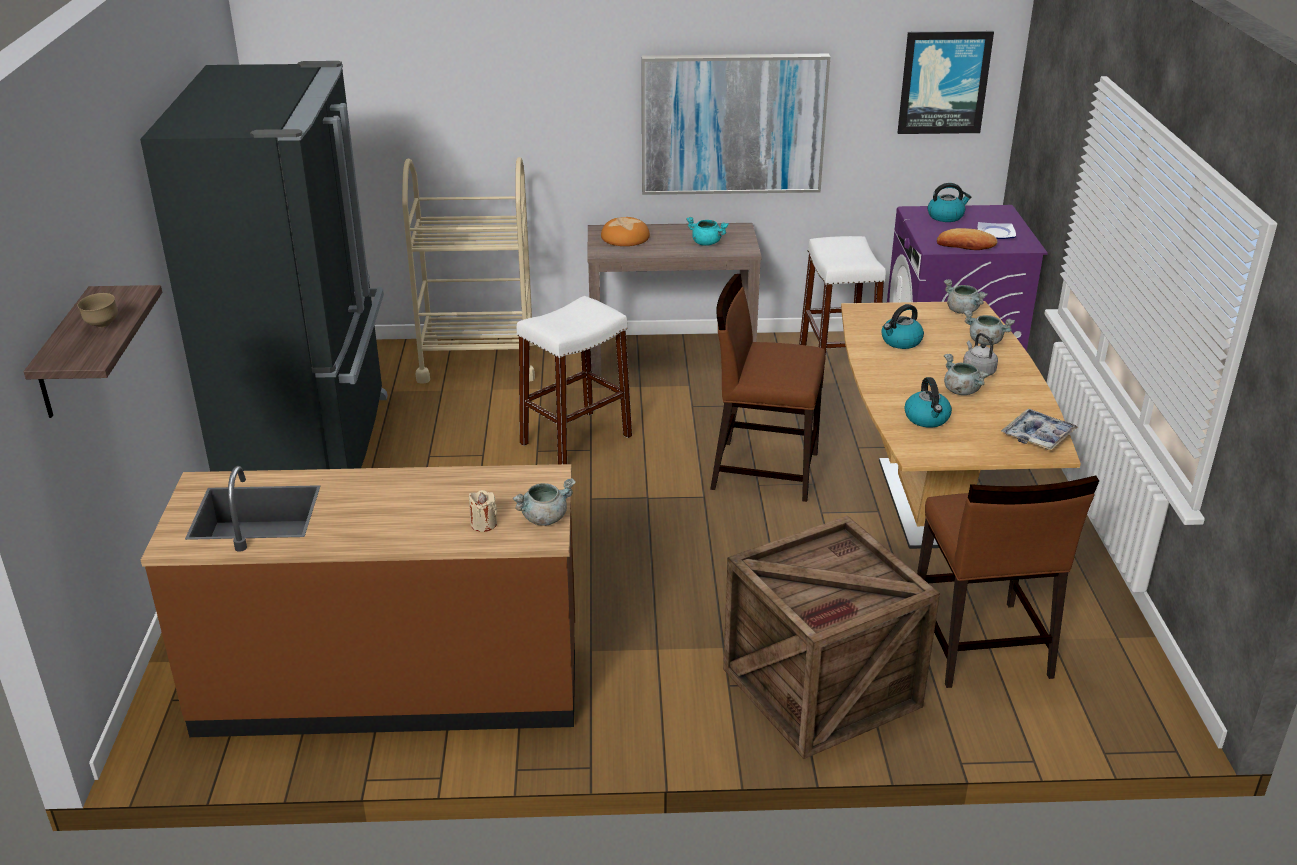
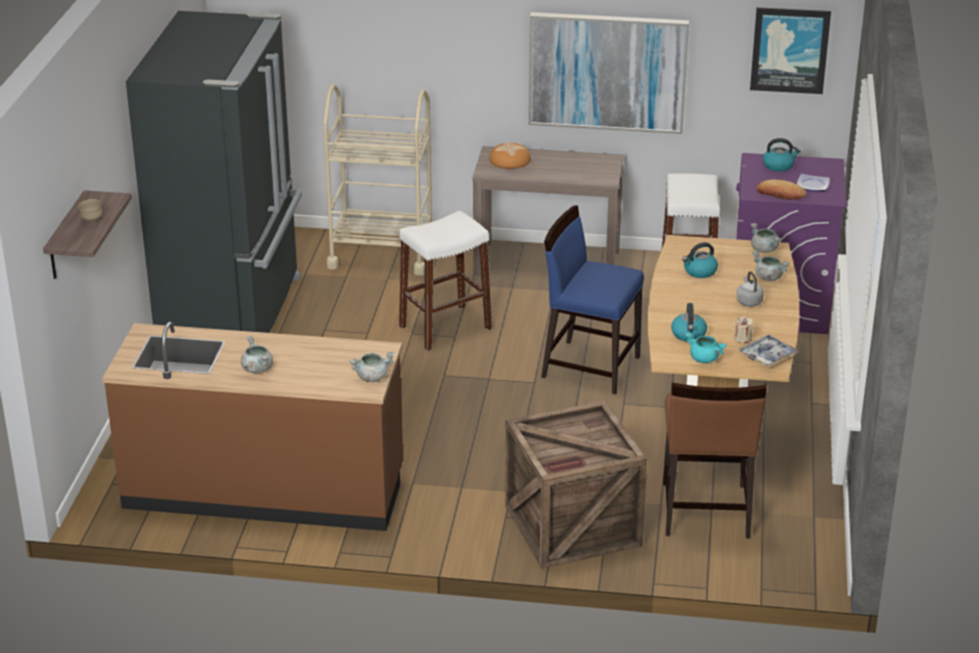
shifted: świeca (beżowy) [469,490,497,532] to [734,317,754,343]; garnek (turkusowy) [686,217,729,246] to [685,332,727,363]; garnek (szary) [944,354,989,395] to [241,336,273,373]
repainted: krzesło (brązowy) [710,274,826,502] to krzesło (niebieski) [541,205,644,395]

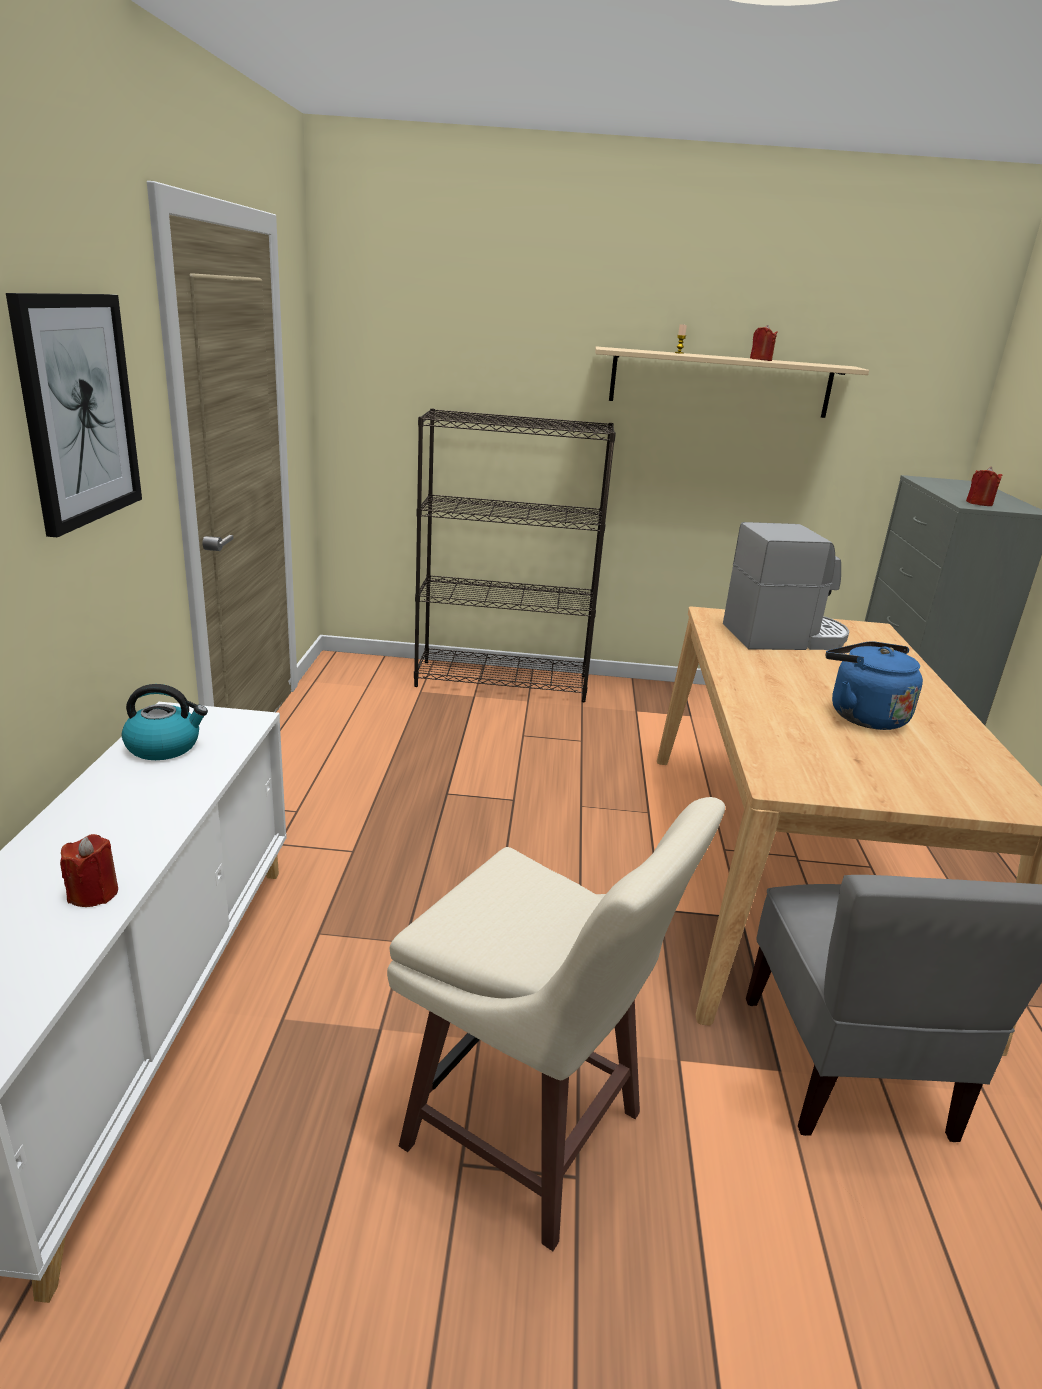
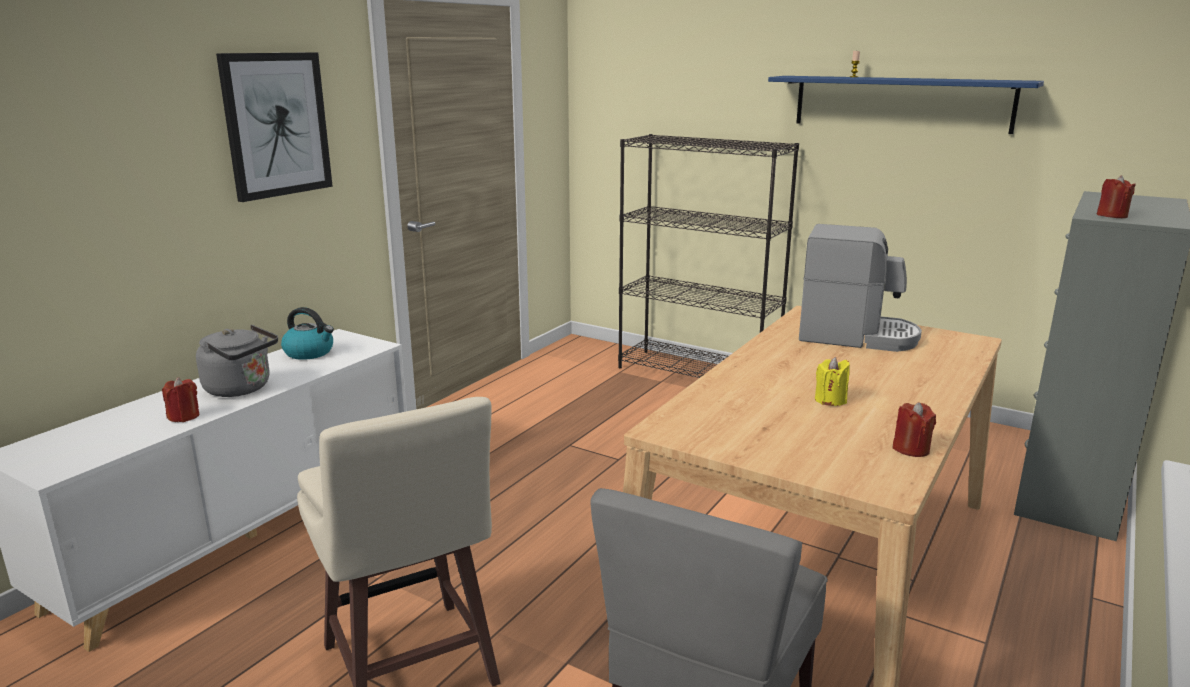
new: czajnik (szary) [196,325,278,397]
shifted: świeca (czerwony) [750,325,778,361] to [892,402,936,457]
swapped: czajnik (niebieski) [826,641,923,730] to świeca (żółty) [815,357,850,406]
repainted: półka (beżowy) [595,346,869,418] to półka (niebieski) [768,76,1044,134]

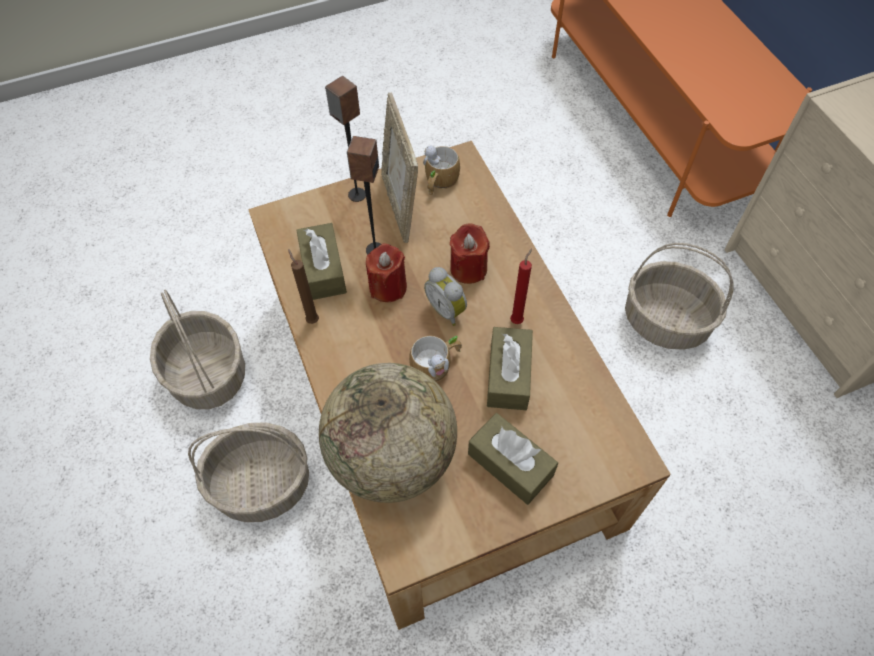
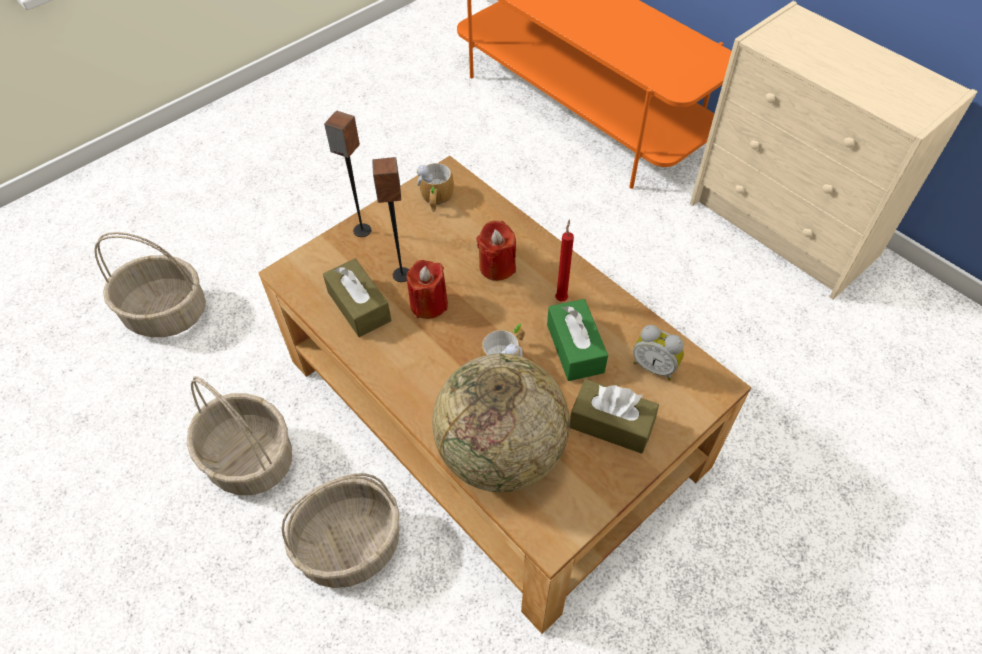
gone: świeca (brązowy) [288,249,319,324]; ramka na zdjęcie [381,93,418,243]
shifted: budzik [424,267,467,326] to [633,325,684,380]; koszyk [625,243,734,350] to [94,232,206,337]
repainted: pudełko chusteczek (brązowy) [487,327,533,410] to pudełko chusteczek (zielony) [547,299,608,381]

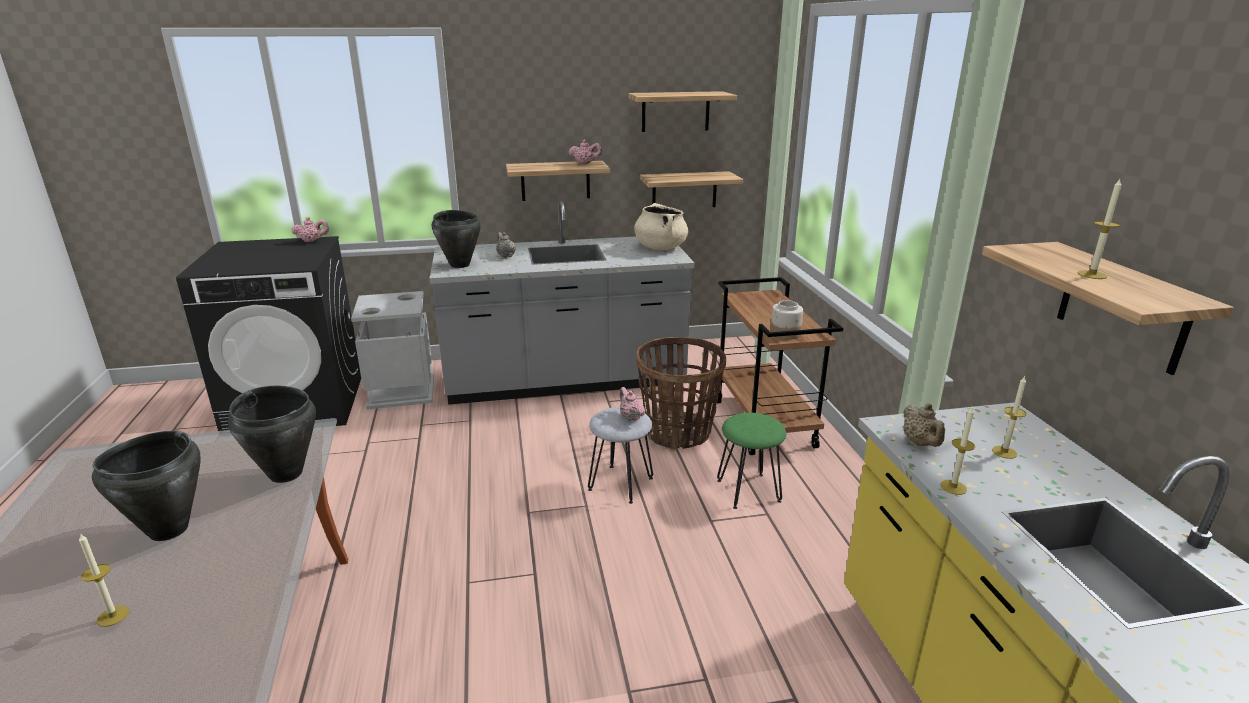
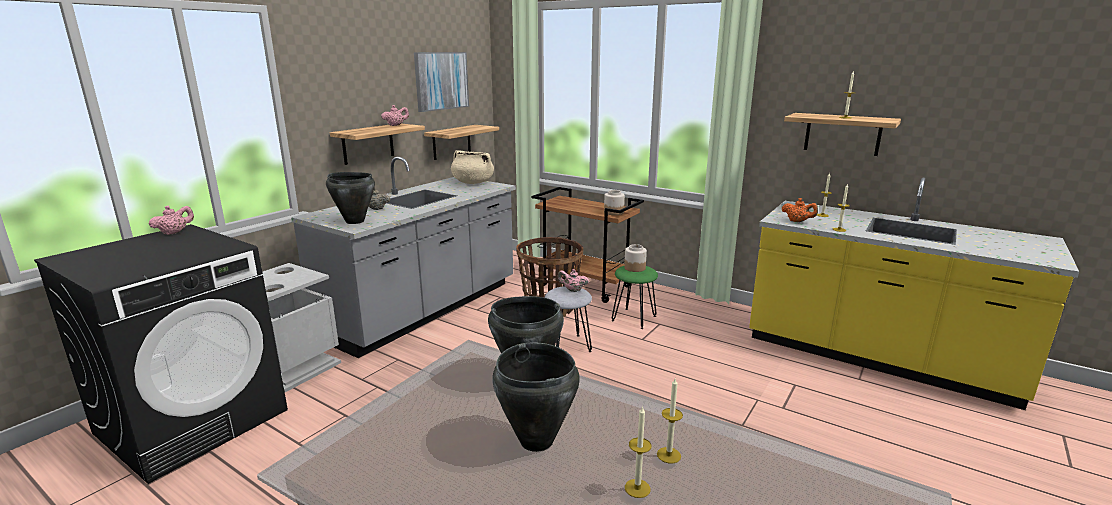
new: słoik [624,244,647,272]; świeca [657,378,683,463]
swapped: półka [628,91,737,132] to obraz [414,52,469,112]
repainted: imbryk (beżowy) [903,403,945,447] to imbryk (pomarańczowy) [782,198,818,222]

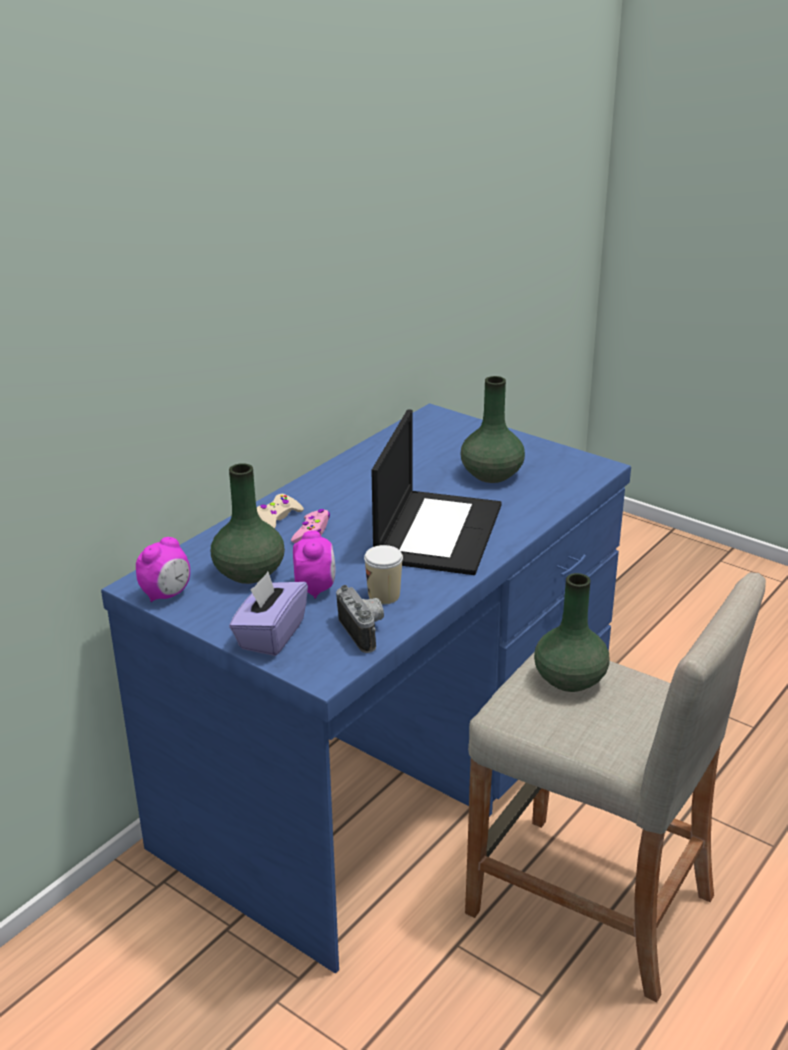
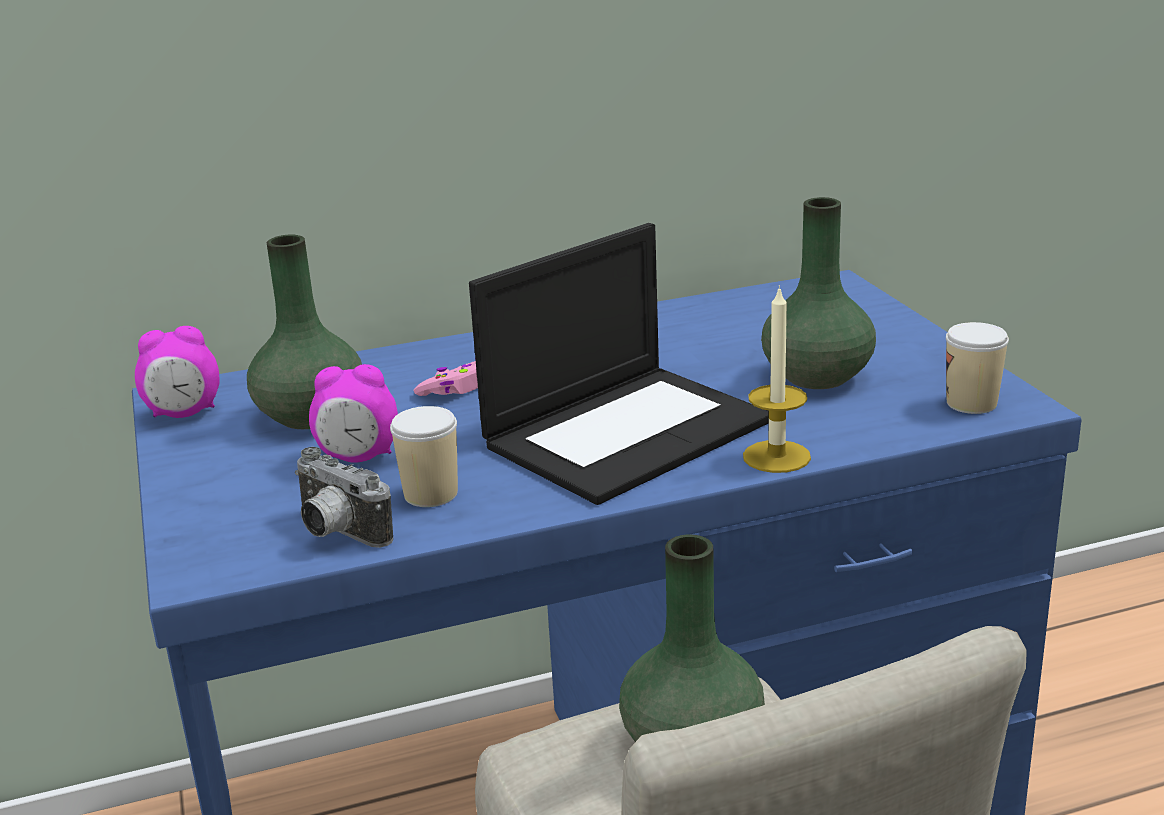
gone: pudełko chusteczek (fioletowy) [229,572,308,656]; pad do gier (beżowy) [257,494,304,529]
new: świeca [743,285,811,473]; filiżanka [946,322,1009,414]
rotated: budzik [293,531,335,599] = [309,364,398,463] 60 degrees clockwise; aparat fotograficzny [336,585,384,653] = [295,447,393,548] 120 degrees clockwise

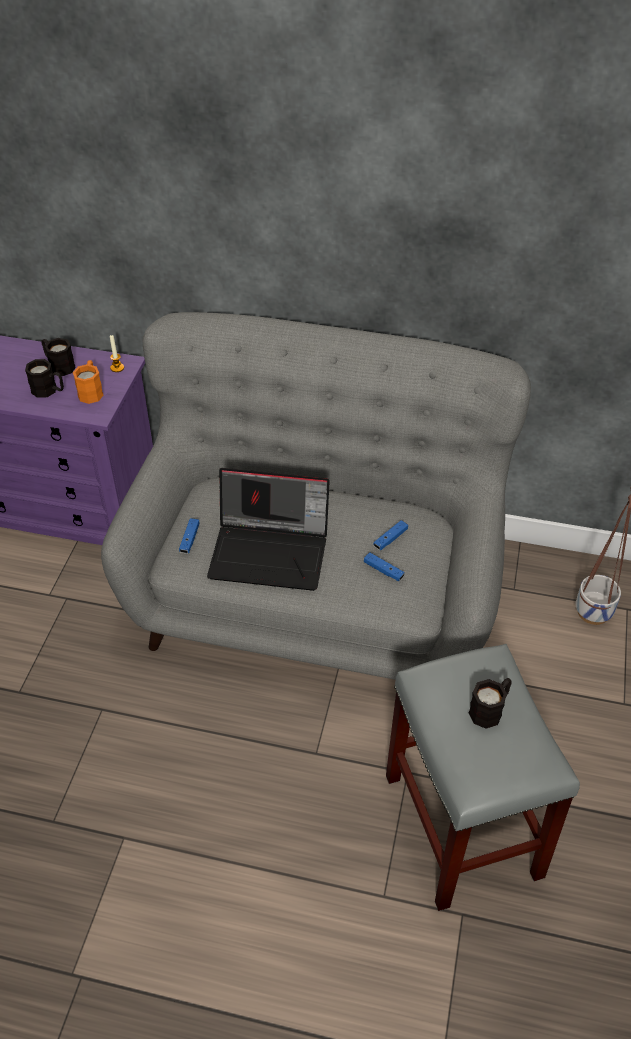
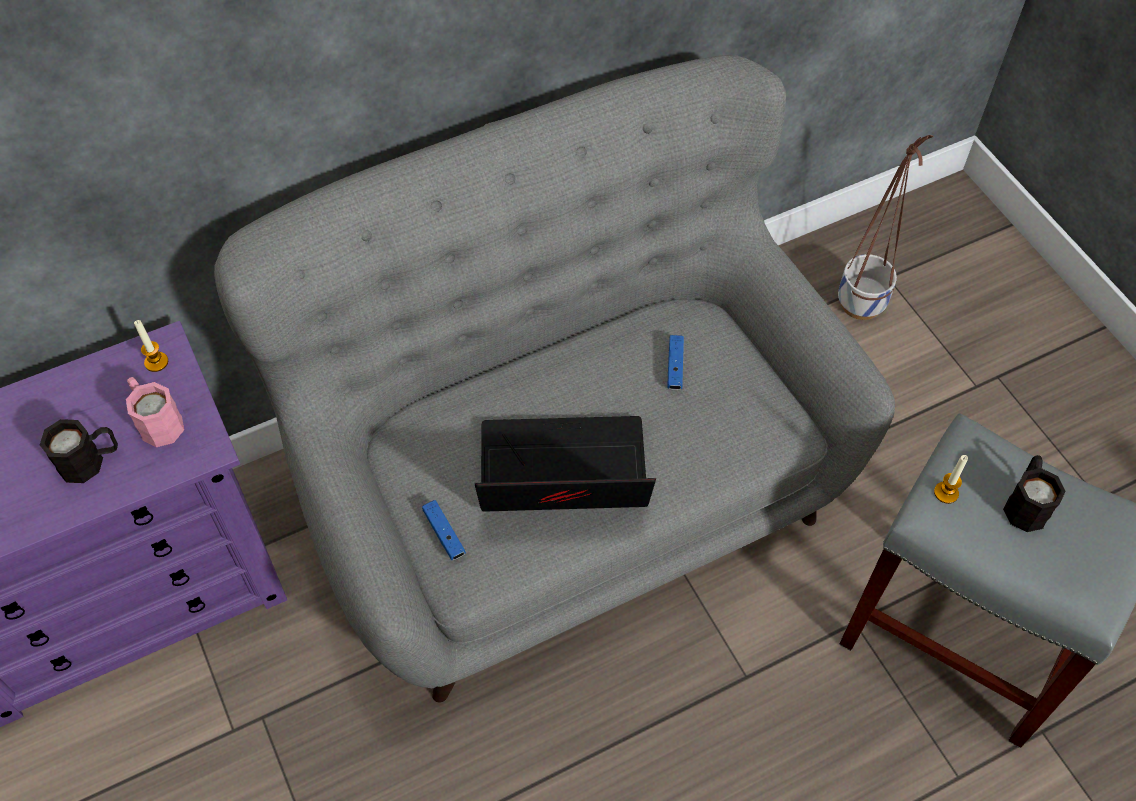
gone: kubek (czarny) [42,338,76,376]; pad do gier (niebieski) [364,552,404,581]
new: świeca [934,455,968,504]
repainted: kubek (pomarańczowy) [73,360,104,404] to kubek (różowy) [126,377,184,447]
rotated: laptop [207,468,330,591] = [475,416,656,512] 150 degrees counterclockwise

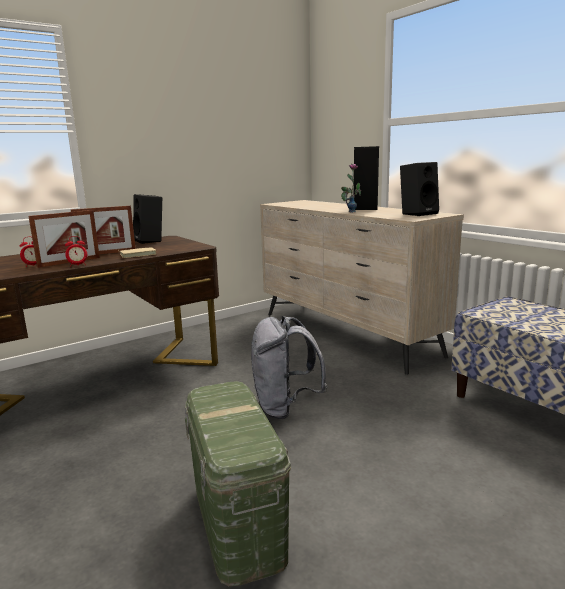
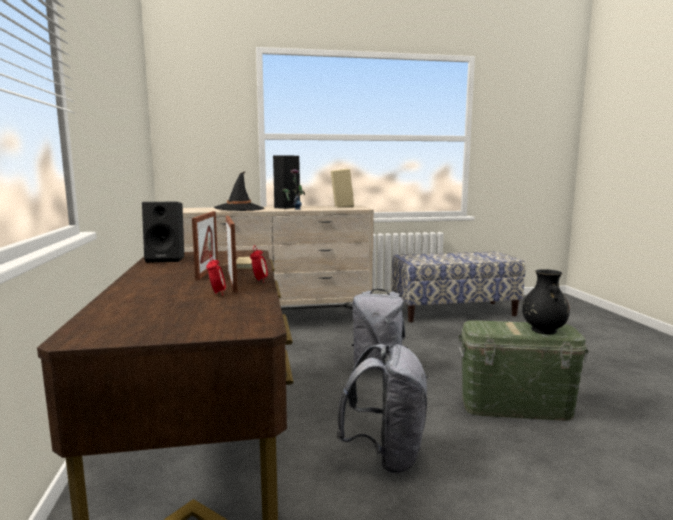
new: kapelusz (czarny) [214,171,265,211]; plecak (szary) [336,344,428,474]; wazon (czarny) [522,269,570,334]
repainted: głośnik (czarny) [400,162,439,216] to głośnik (beżowy) [331,169,354,208]

